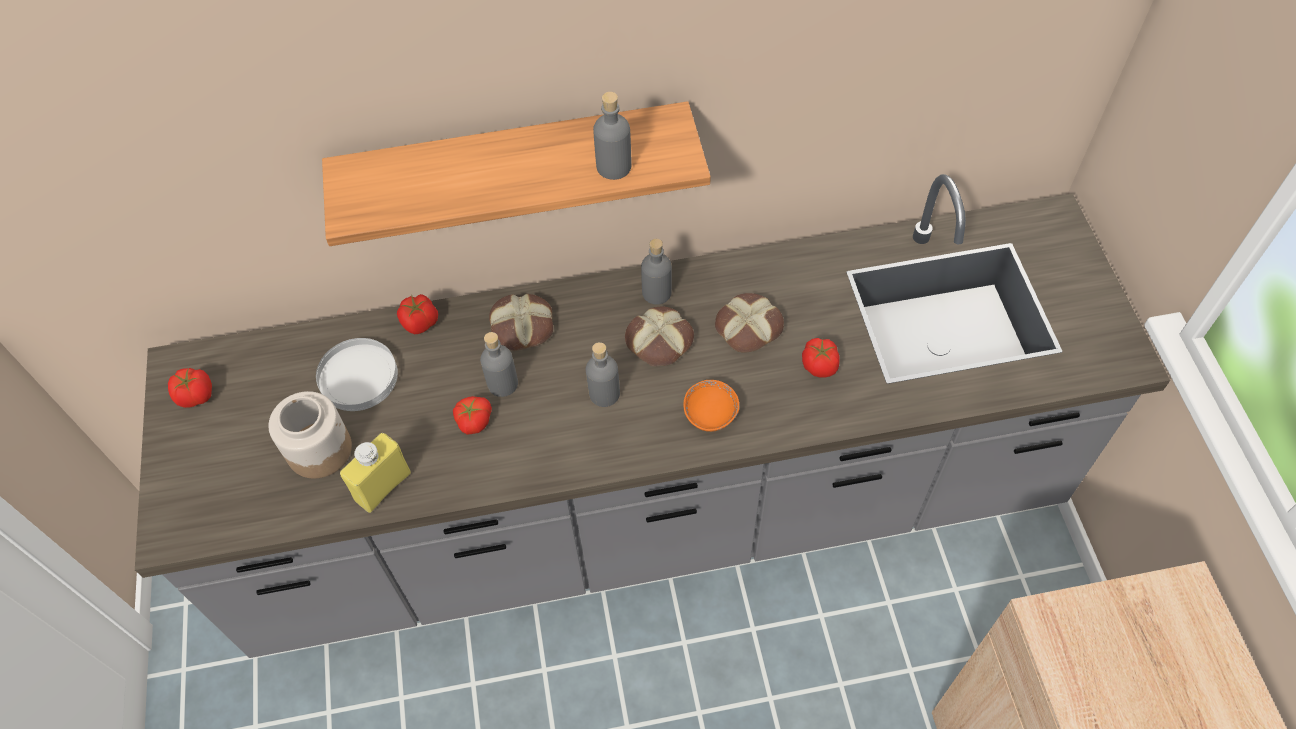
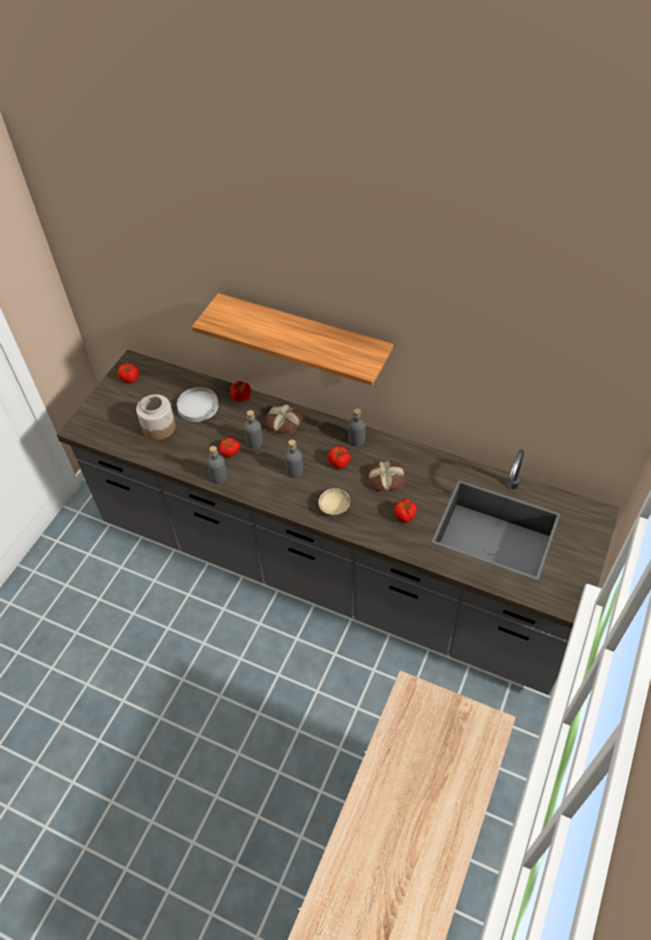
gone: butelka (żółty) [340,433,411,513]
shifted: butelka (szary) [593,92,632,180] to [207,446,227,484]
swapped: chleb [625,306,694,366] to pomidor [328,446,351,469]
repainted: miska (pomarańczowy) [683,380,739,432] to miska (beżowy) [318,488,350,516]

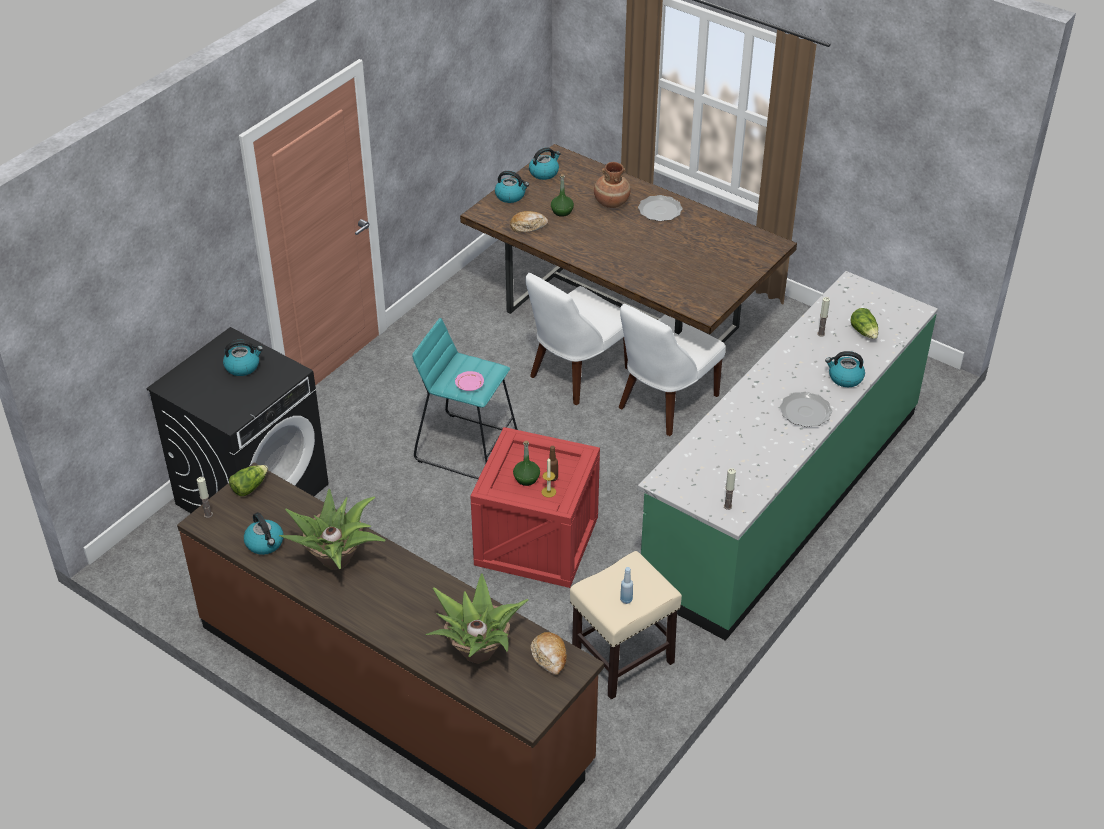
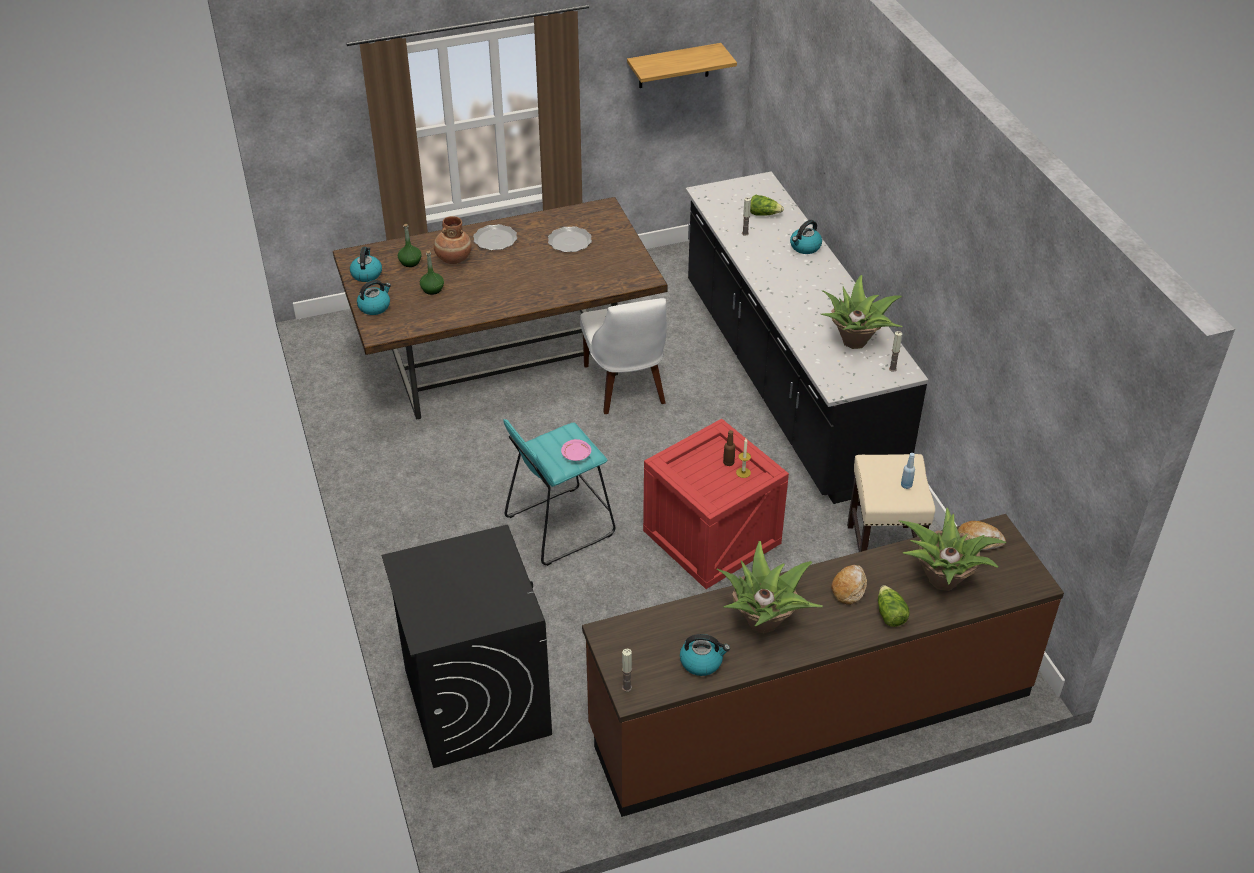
gone: czajnik [223,340,263,376]; krzesło (biały) [525,273,628,405]
new: półka [627,43,737,88]; roślina doniczkowa [821,275,903,349]
shifted: sałata [229,465,268,496] to [878,585,910,627]; chleb [510,211,548,233] to [831,565,867,605]; butelka (zielony) [513,441,540,486] to [398,224,422,267]; talerz [780,392,832,427] to [548,226,592,252]
repainted: zabudowa kuchenna (zielony) [638,271,938,641] to zabudowa kuchenna (czarny) [686,171,928,504]

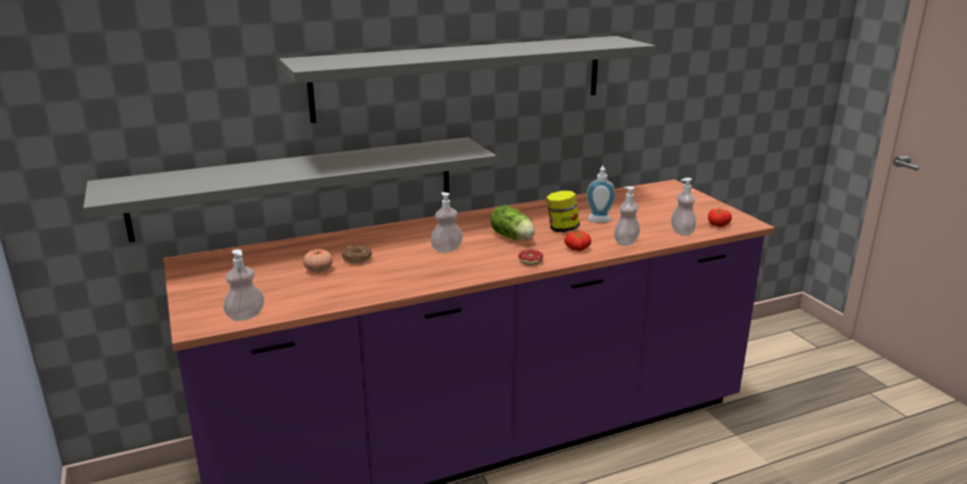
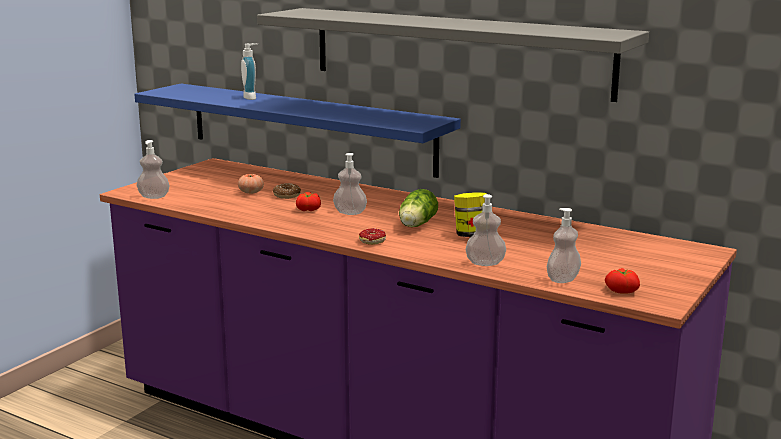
shifted: pomidor [564,231,591,251] to [296,192,321,211]; dozownik mydła [586,166,616,223] to [241,43,258,100]
repainted: półka (szary) [83,137,496,242] to półka (niebieski) [134,84,461,178]

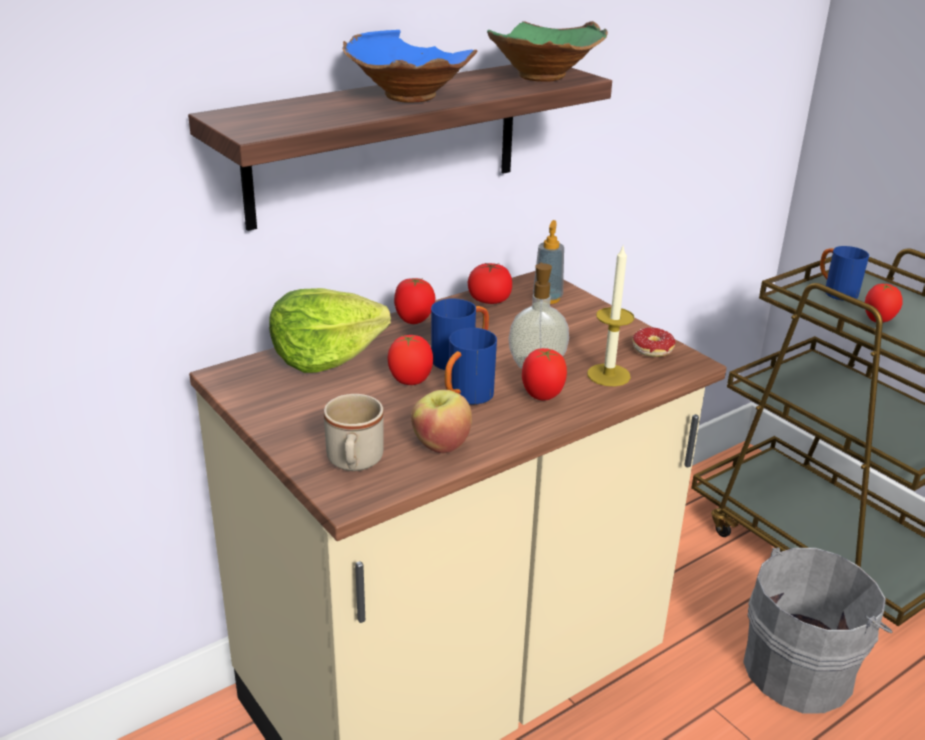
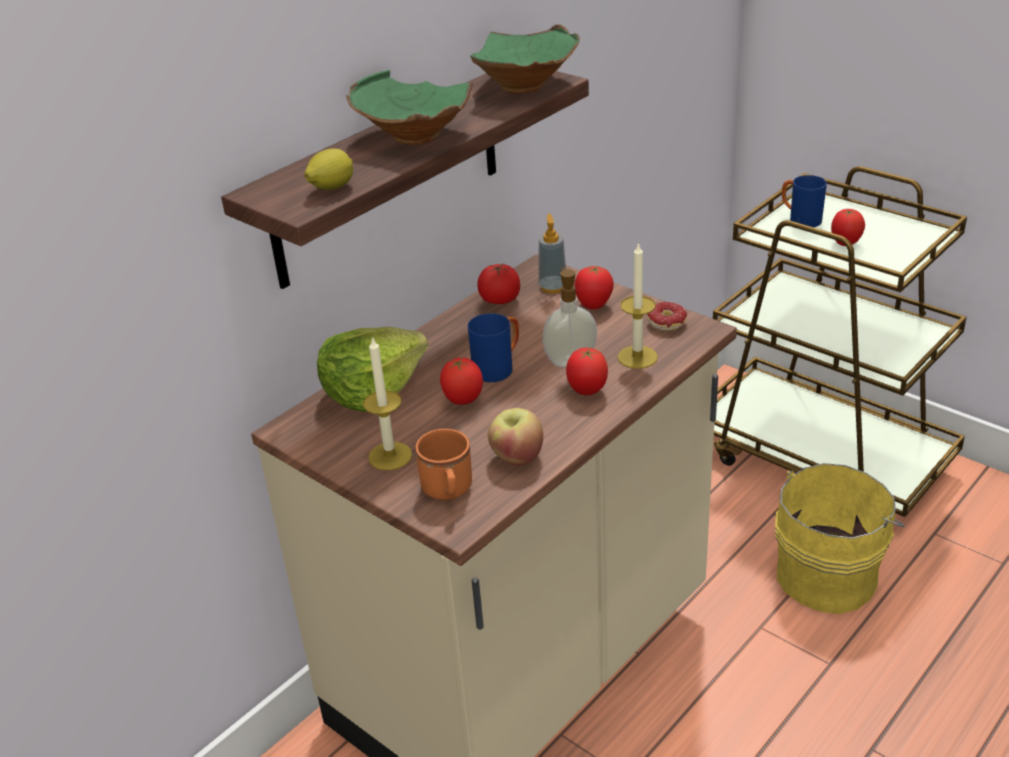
gone: kubek (niebieski) [445,328,497,405]
new: cytryna [304,148,353,190]; świeca [363,336,412,470]
shifted: pomidor [394,278,436,324] to [574,266,614,310]
repainted: kubek (beżowy) [324,394,384,471] to kubek (pomarańczowy) [415,429,472,500]; miska (niebieski) [342,30,478,103] to miska (zielony) [346,70,473,145]; wiadro (szary) [743,547,893,714] to wiadro (żółty) [775,463,905,614]

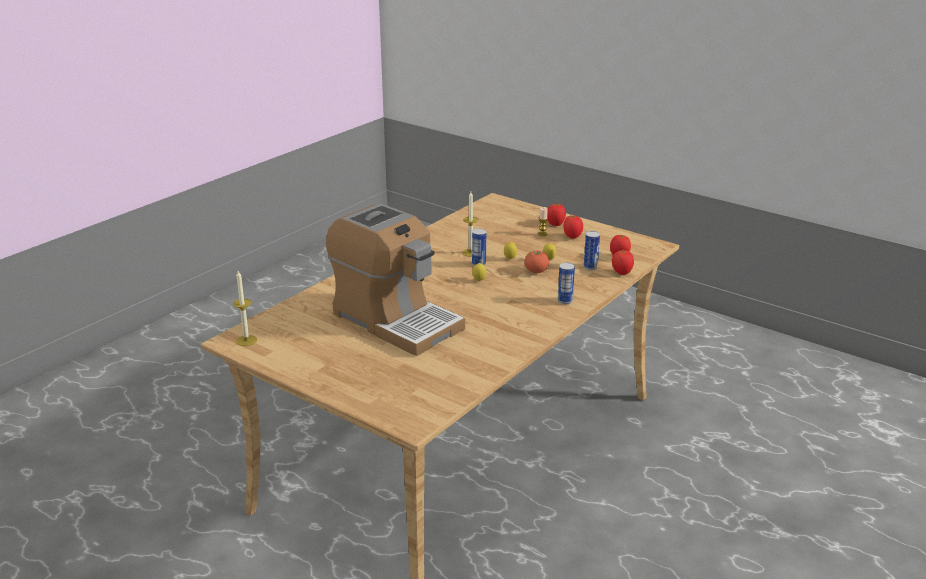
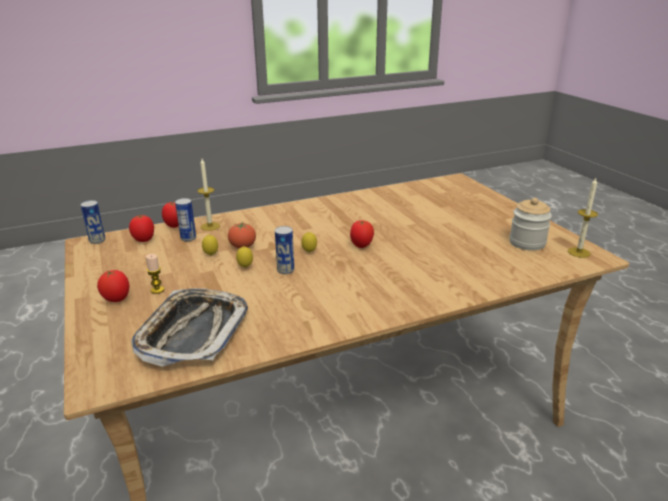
gone: ekspres do kawy [326,203,465,356]
new: taca [131,288,248,367]; słoik [509,198,552,251]
shifted: świeca [462,192,478,257] to [197,159,220,231]; puszka [558,263,575,304] to [80,200,105,244]; pomidor [563,216,583,239] to [350,220,374,248]

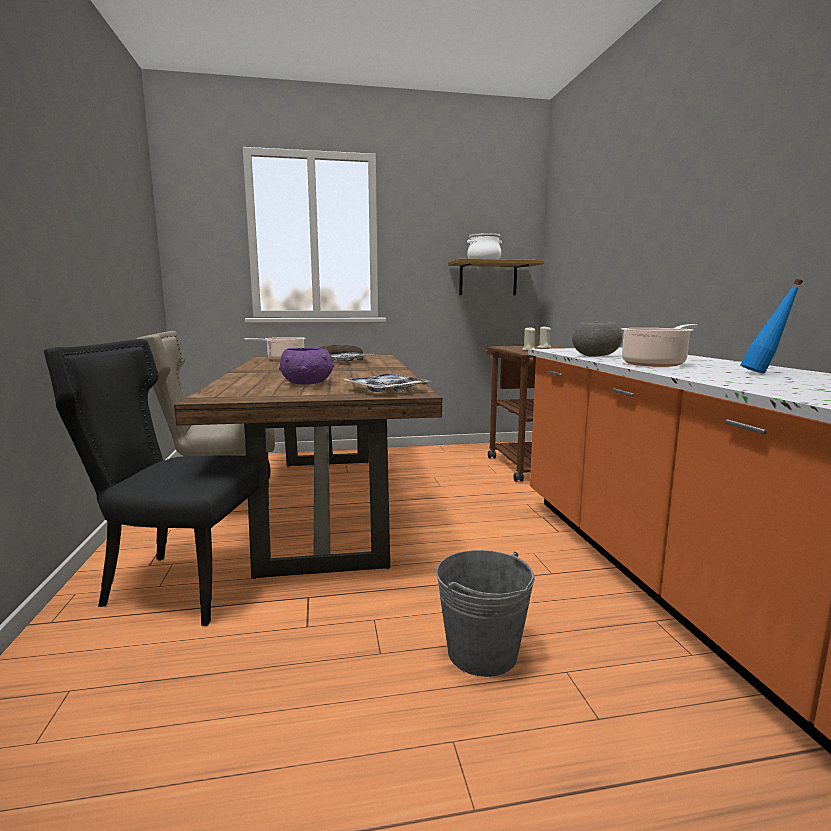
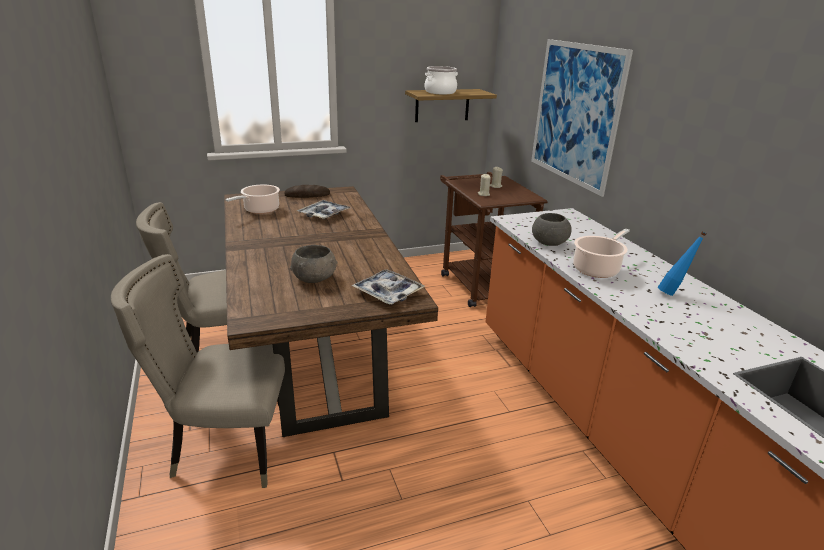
gone: wiadro (szary) [436,550,535,677]
new: obraz [531,39,633,197]
repainted: krzesło (czarny) [44,339,270,626] to krzesło (beżowy) [111,254,285,488]; miska (fioletowy) [279,348,334,385] to miska (szary) [290,245,337,283]

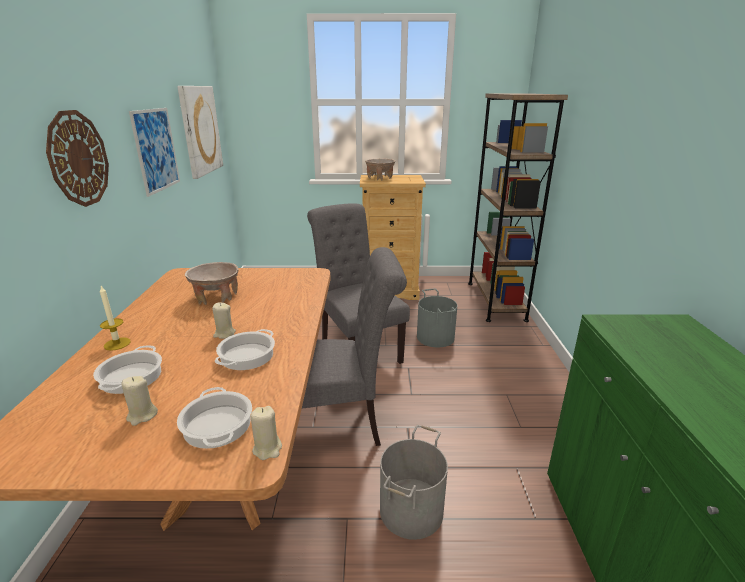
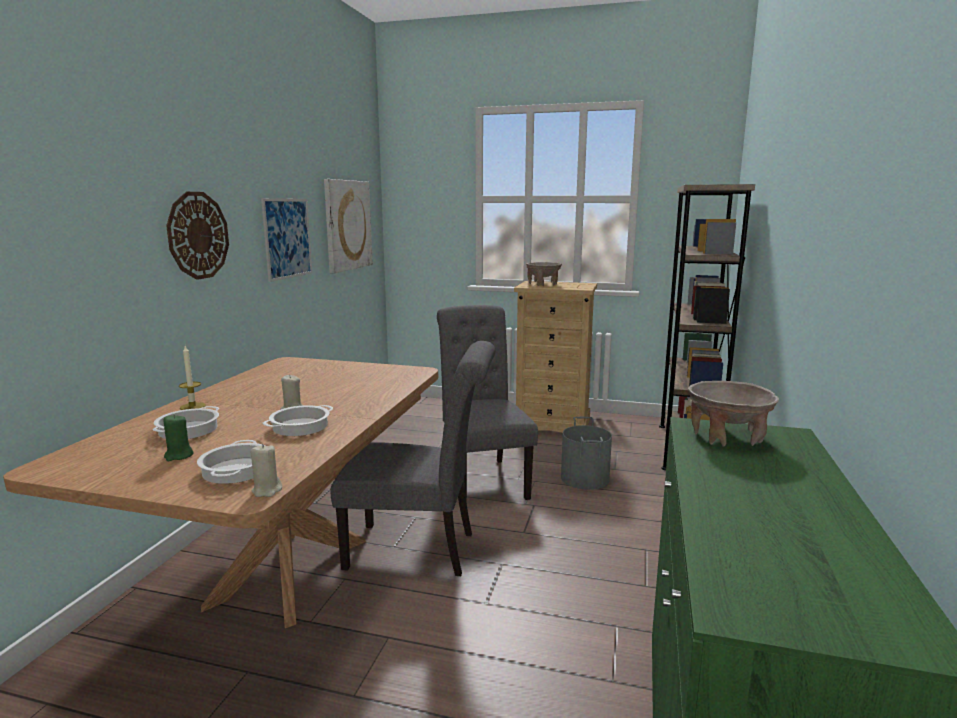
gone: wiadro (szary) [380,425,448,540]
shifted: miska (beżowy) [185,262,239,305] to [688,381,779,446]
repainted: świeca (beżowy) [122,376,158,426] to świeca (zielony) [164,414,194,461]

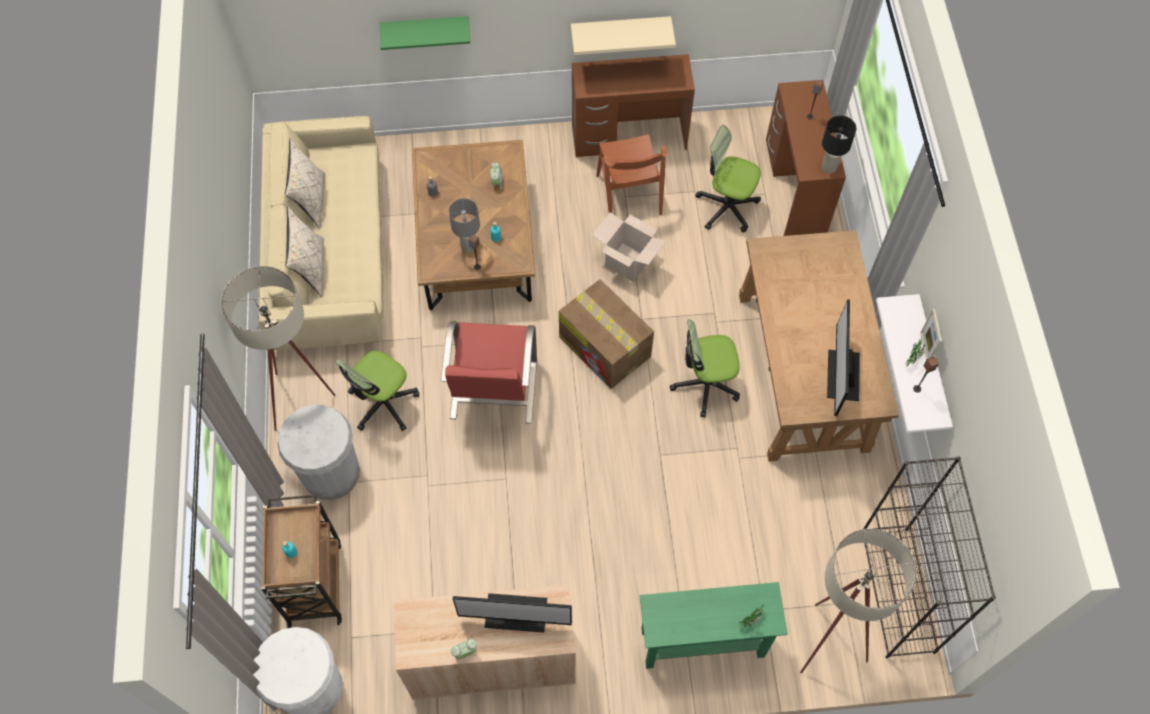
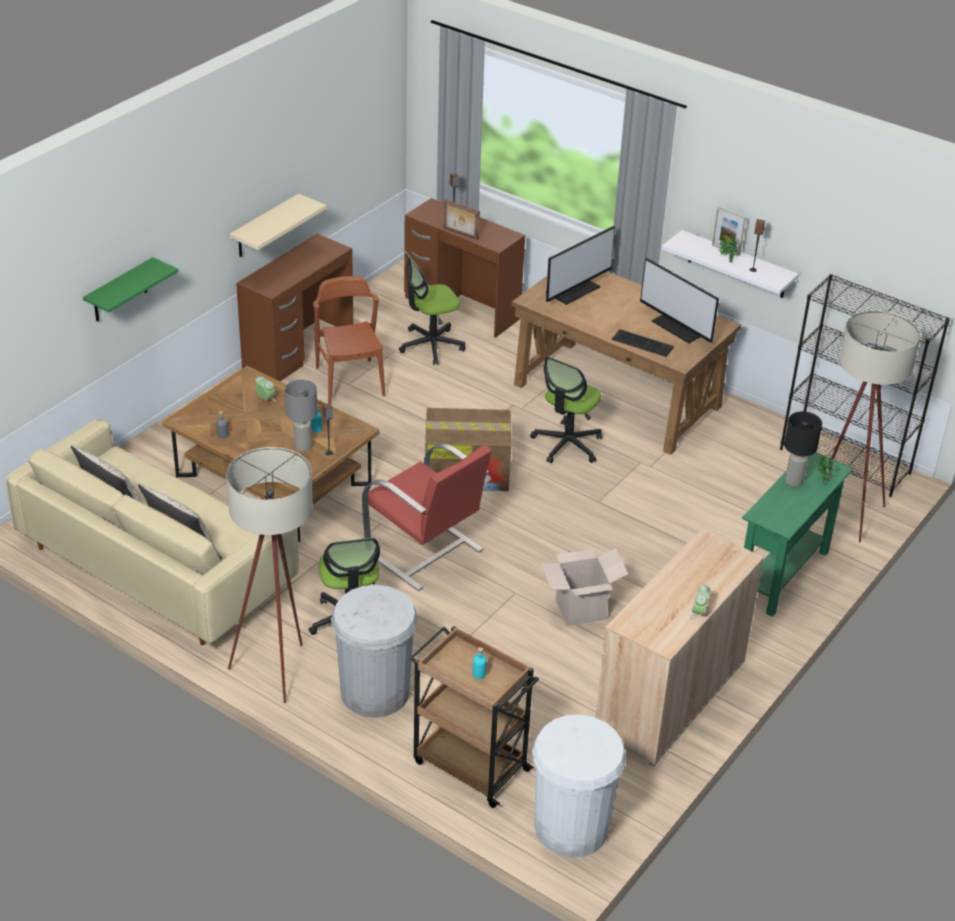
new: ramka na zdjęcie [444,200,480,240]; klawiatura [612,329,674,357]
shifted: monitor [453,593,572,633] to [546,226,615,305]; karton [592,212,666,282] to [540,548,628,626]; lampa stołowa (czarny) [822,116,856,174] to [784,411,822,487]
rotated: krzesło (brązowy) [596,134,667,215] = [313,276,385,404] 135 degrees counterclockwise

